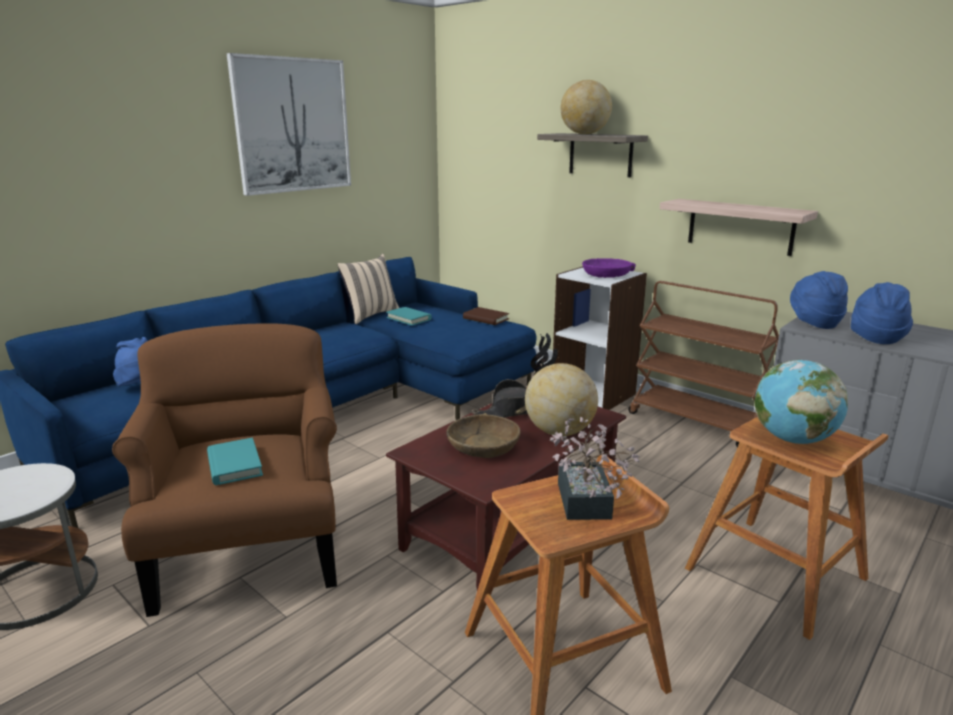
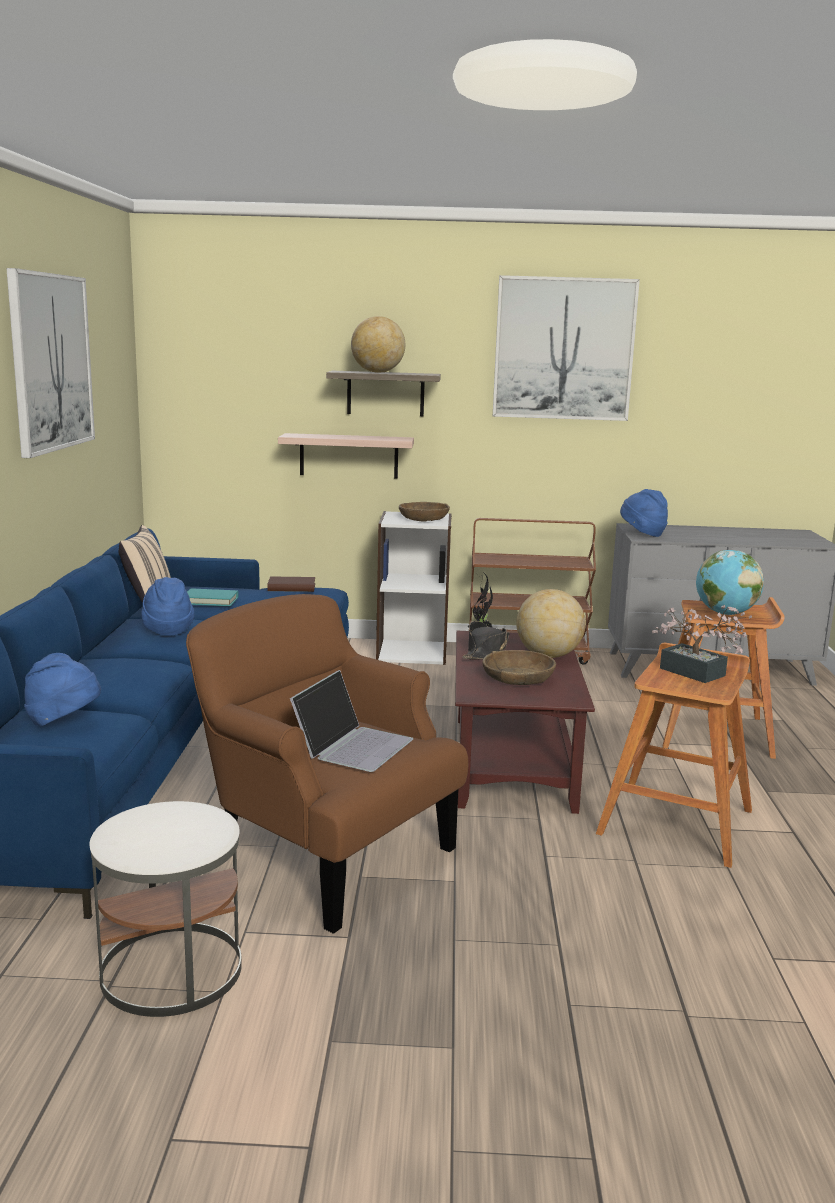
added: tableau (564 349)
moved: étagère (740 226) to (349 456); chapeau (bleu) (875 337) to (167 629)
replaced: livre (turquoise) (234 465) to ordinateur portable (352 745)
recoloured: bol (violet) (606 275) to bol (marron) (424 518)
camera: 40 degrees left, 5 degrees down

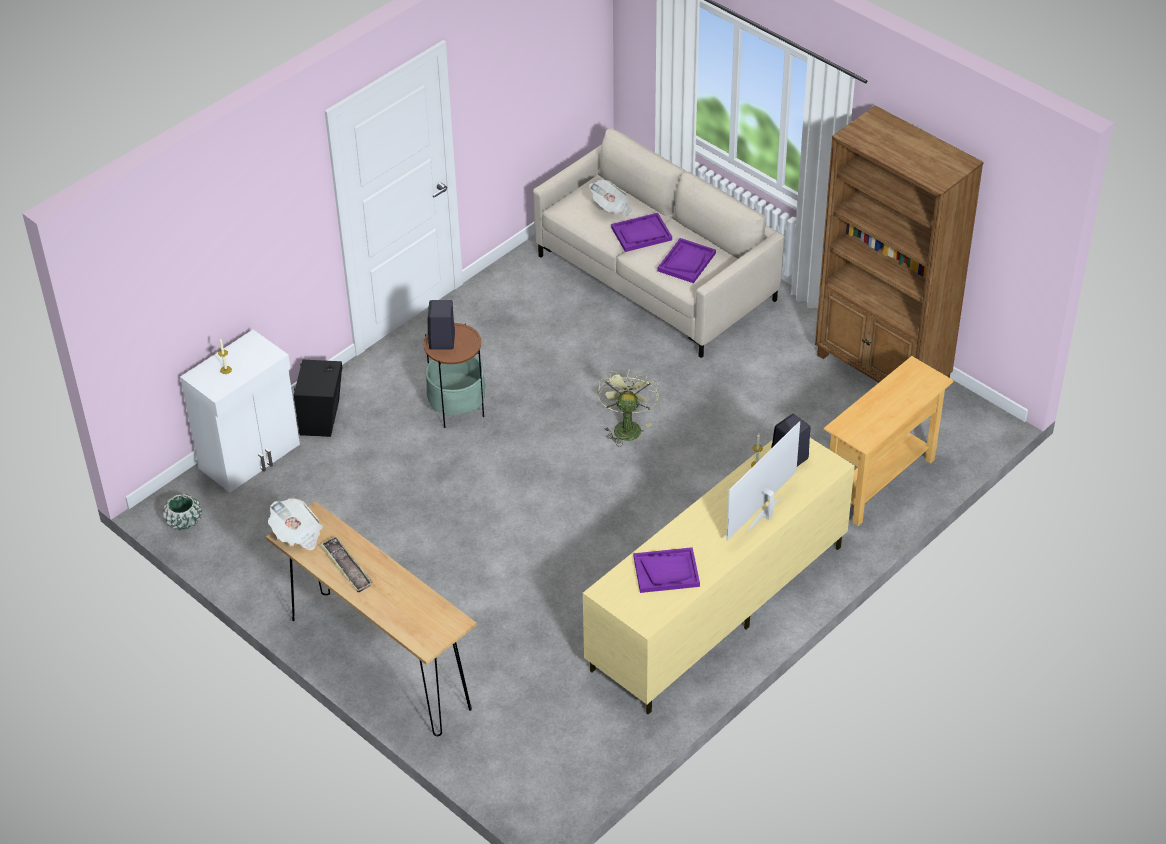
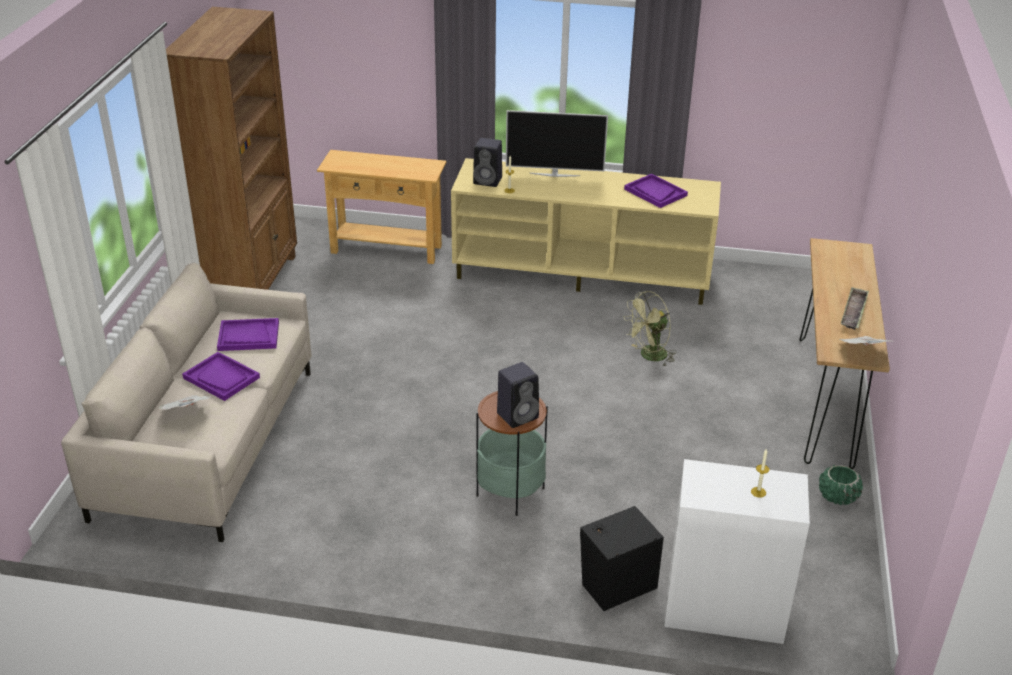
moved: cache-pot (vert) (183 521) to (838 496); ventilateur (vert) (626 426) to (649 356)
camera: 125 degrees left, 10 degrees down

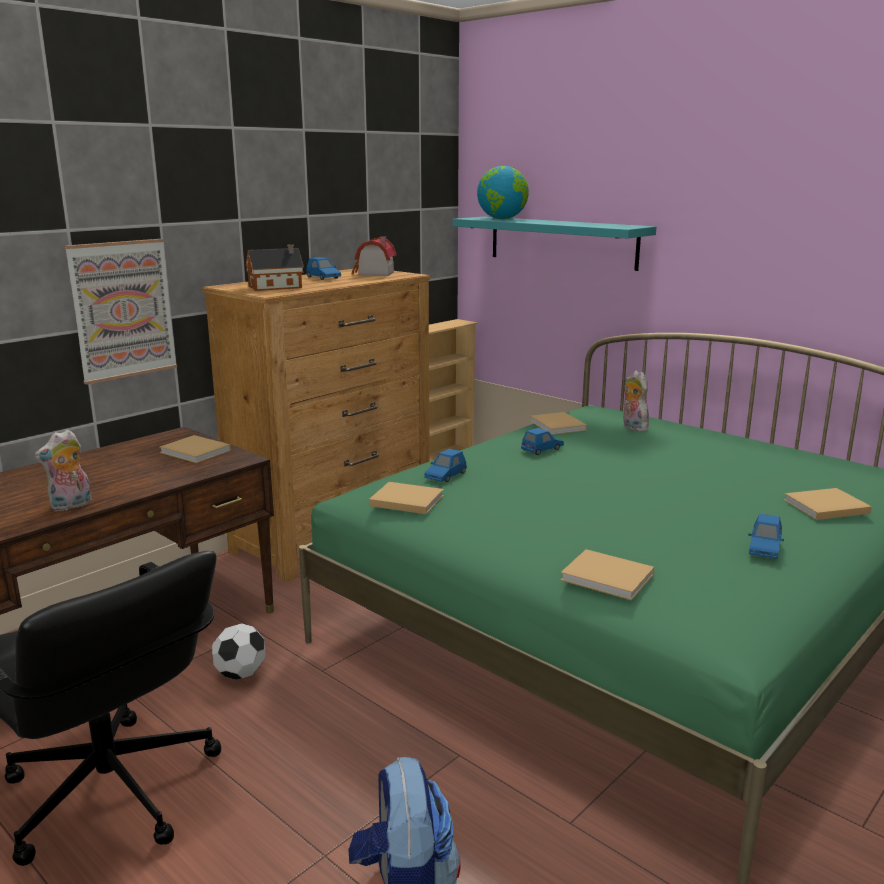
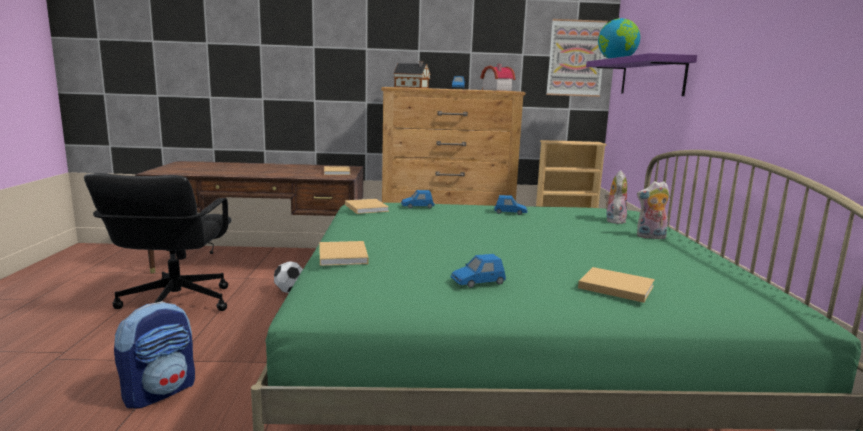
removed: livre (beige) (558 426)
moved: peluche (71 506) to (650 237); tableau (123 309) to (576 58)
recoloured: étagère (turquoise) (562 242) to étagère (violet) (651 77)
camera: 45 degrees right, 5 degrees down

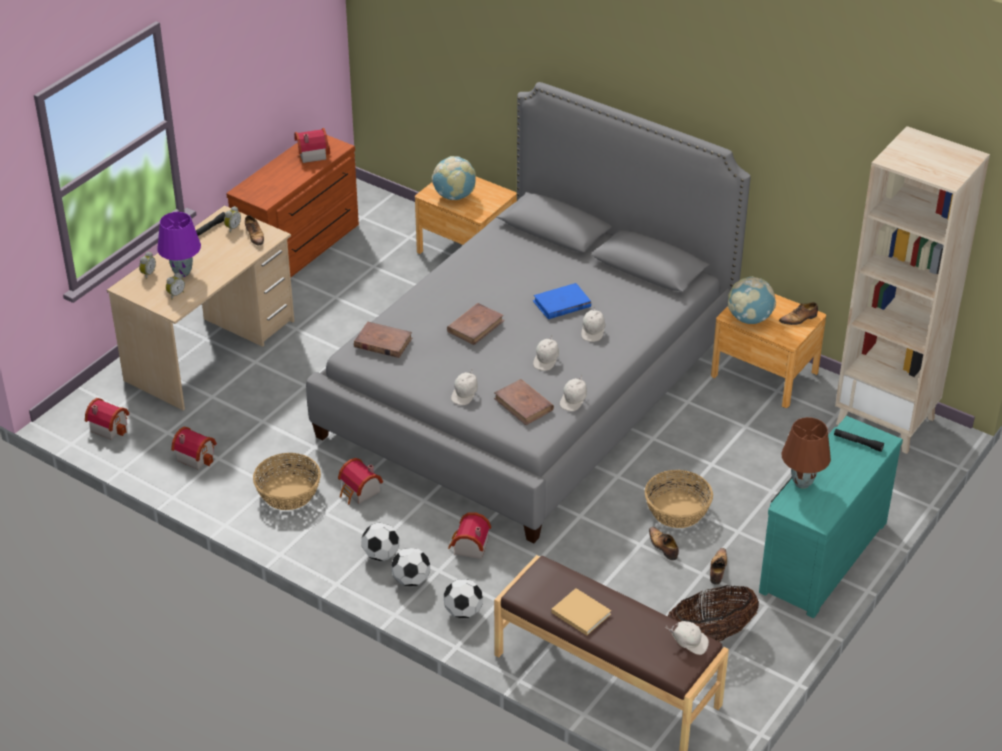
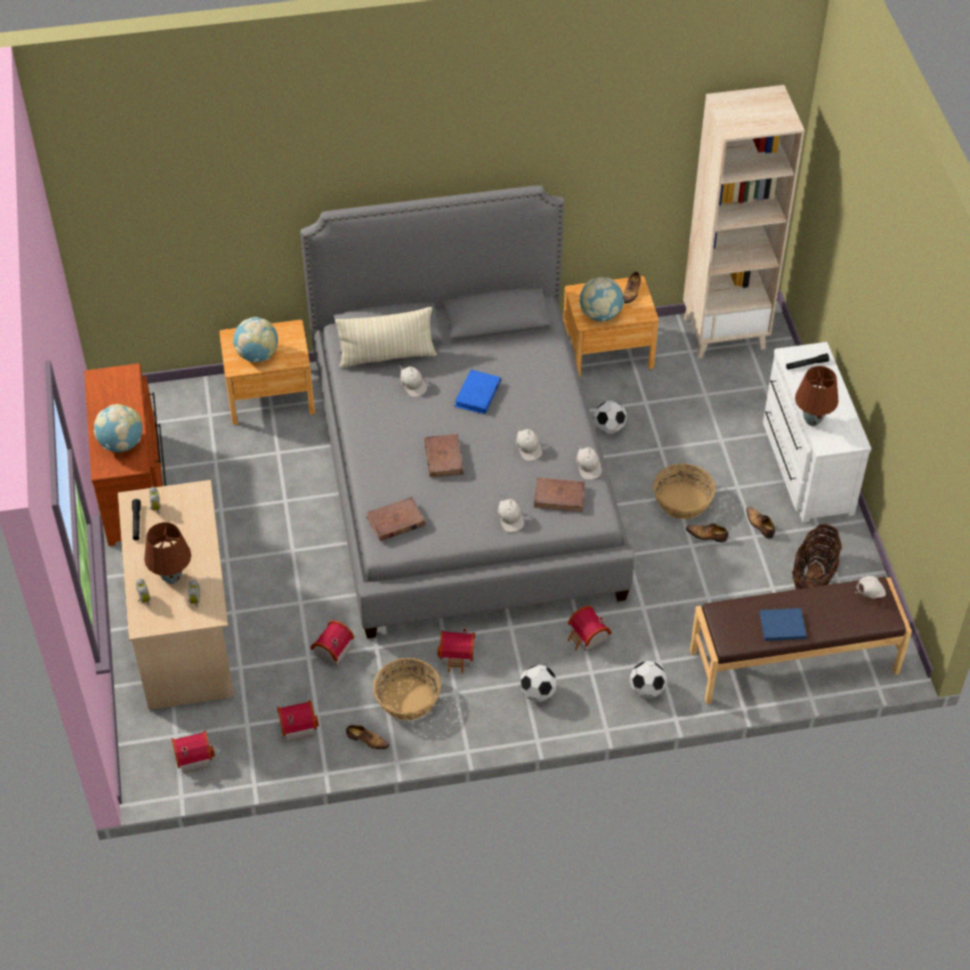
added: globe (121 444); coussin (beige) (387 356)
moved: chaussure (255 236) to (367 740); maison miniature (311 154) to (330 651); ballon de foot (411 580) to (609 428); casquette (blanc) (593 332) to (412 386)
recoloured: lampe de table (violet) (182 273) to lampe de table (marron) (172 578); livre (beige) (579 612) to livre (bleu) (781 626); commode (turquoise) (819 555) to commode (blanc) (804 465)
camera: 45 degrees left, 10 degrees up

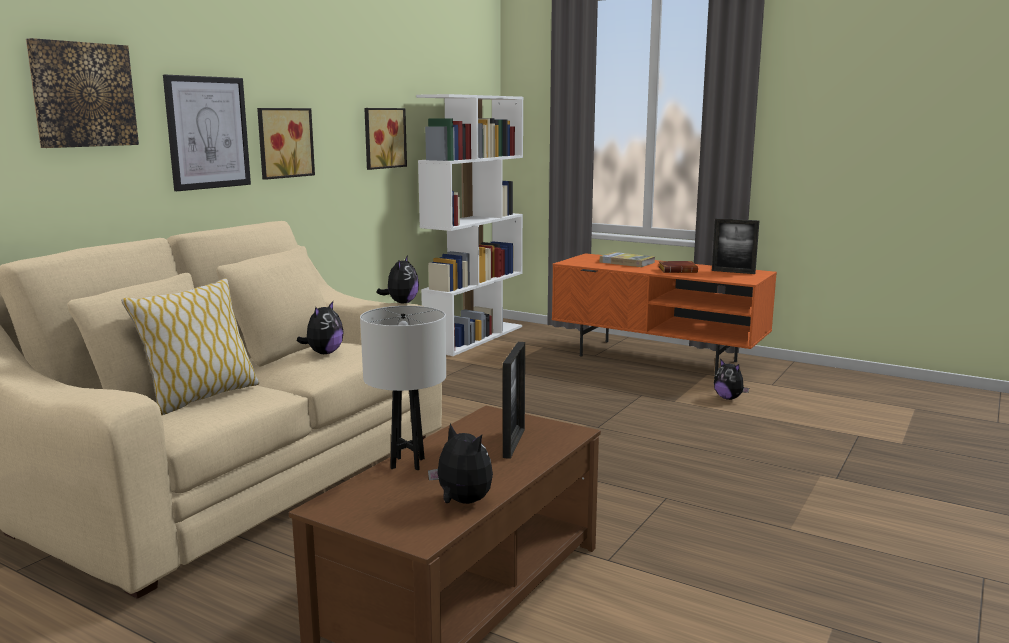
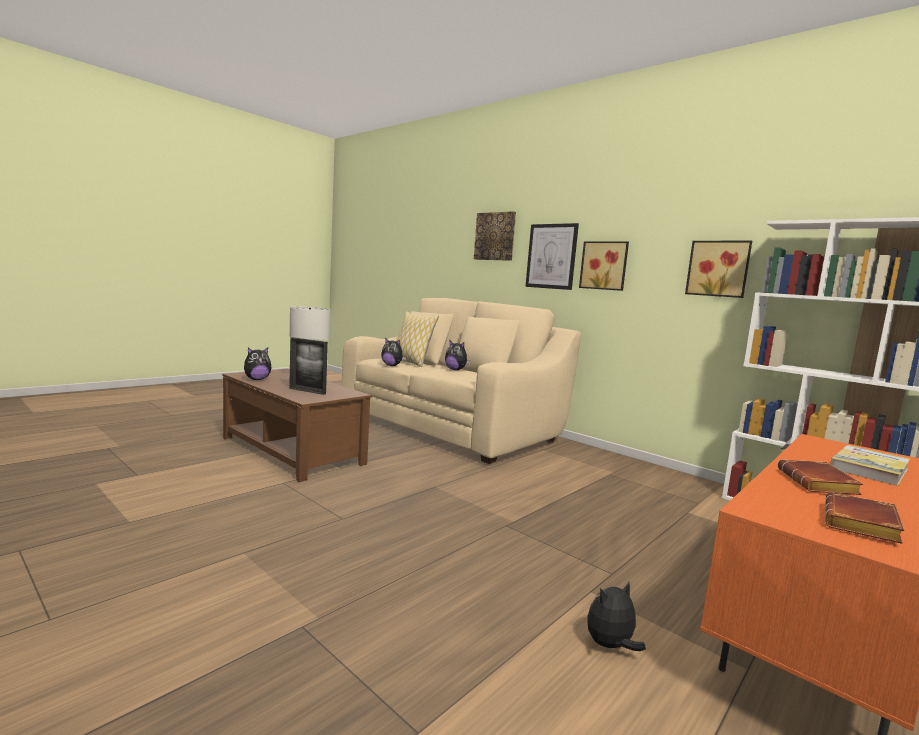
moved: peluche (401 303) to (392 366)
replaced: cadre photo (733 272) to livre (marron) (863 526)
camera: 100 degrees right, 5 degrees down

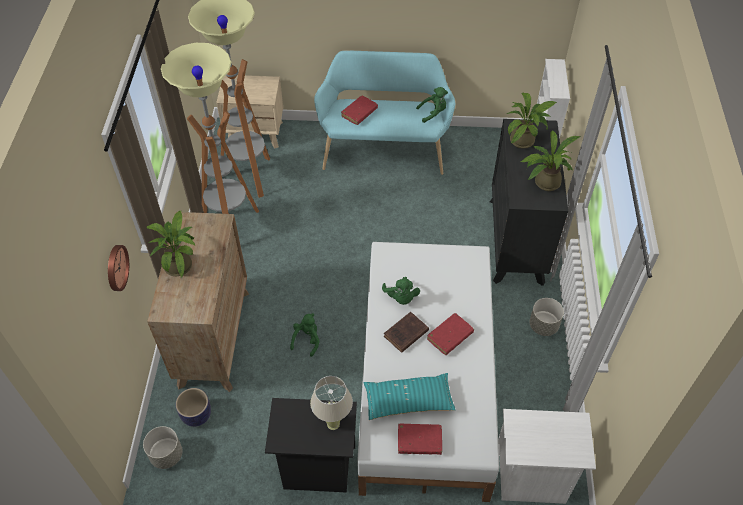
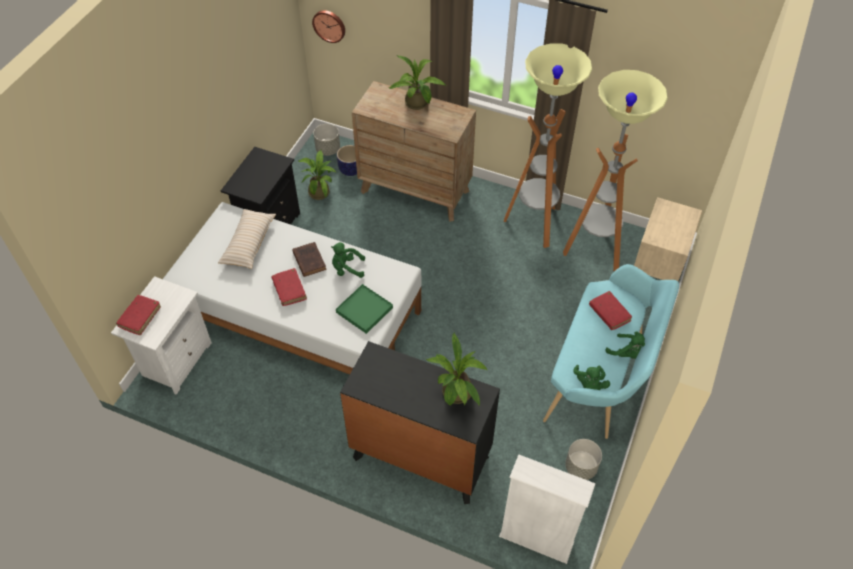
removed: lampe de table (beige) (333 424)
added: plateau (vert) (364 310)
moved: horloge murale (115 267) to (329 25); peluche (vert) (307 340) to (627 353); livre (rouge) (419 441) to (140 317); plante en pot (543 182) to (320 191); cache-pot (gris) (543 326) to (580 467)
recoloured: coussin (turquoise) (408 400) to coussin (beige) (249 243)
camera: 110 degrees right, 0 degrees up

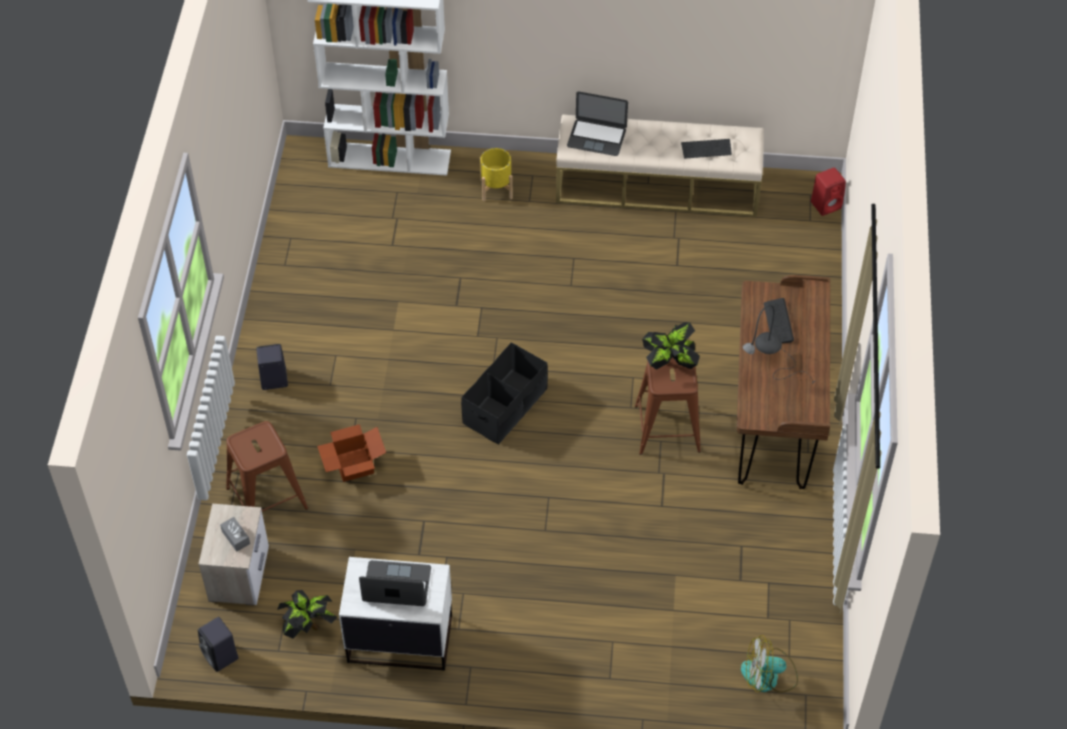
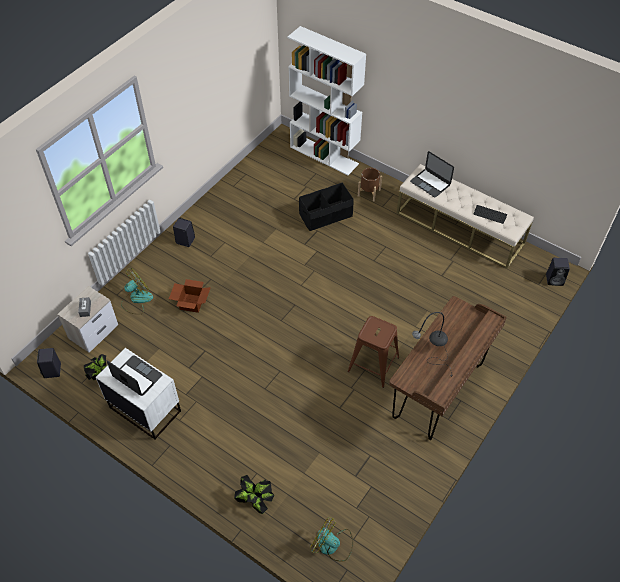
removed: clavier (778 322)
moved: boîte de rangement (noir) (505 406) to (326 215); plante en pot (670 364) to (255 501)
replaced: tabouret (marron) (267 498) to ventilateur (136 300)
recoloured: cache-pot (jaune) (496 189) to cache-pot (marron) (369 193); enceinte (rouge) (827 204) to enceinte (noir) (555 279)
camera: 30 degrees right, 0 degrees up

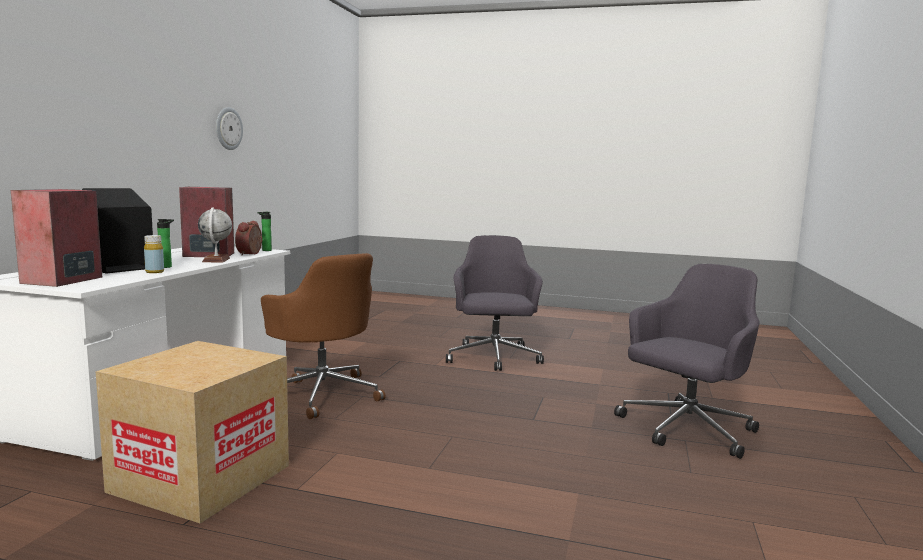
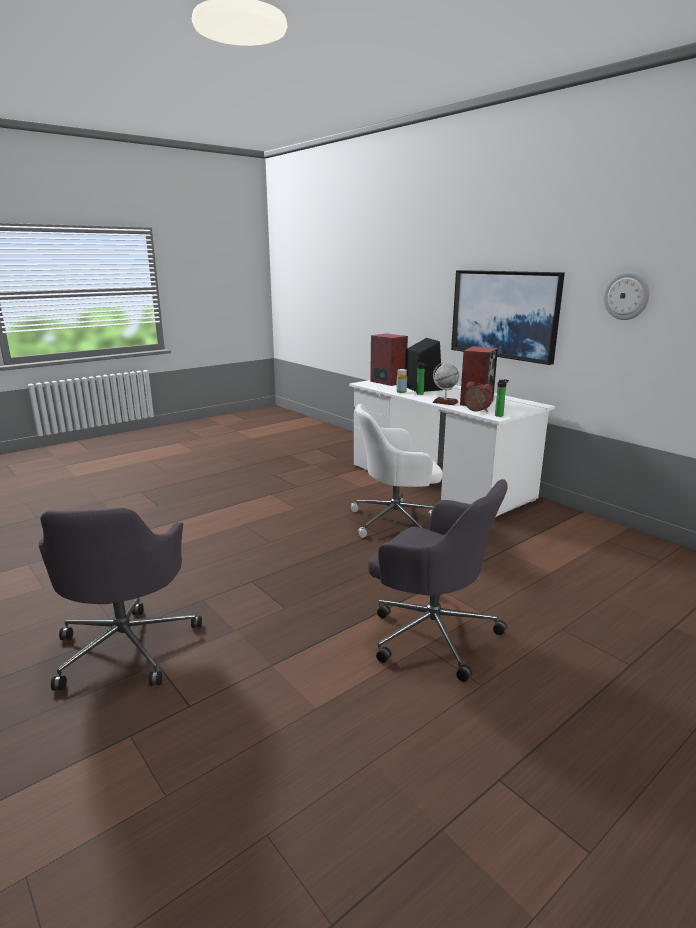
removed: carton (201 478)
added: tableau (504 314)
recoloured: chaise de bureau (marron) (322 394) to chaise de bureau (blanc) (396 521)
camera: 125 degrees right, 10 degrees up

